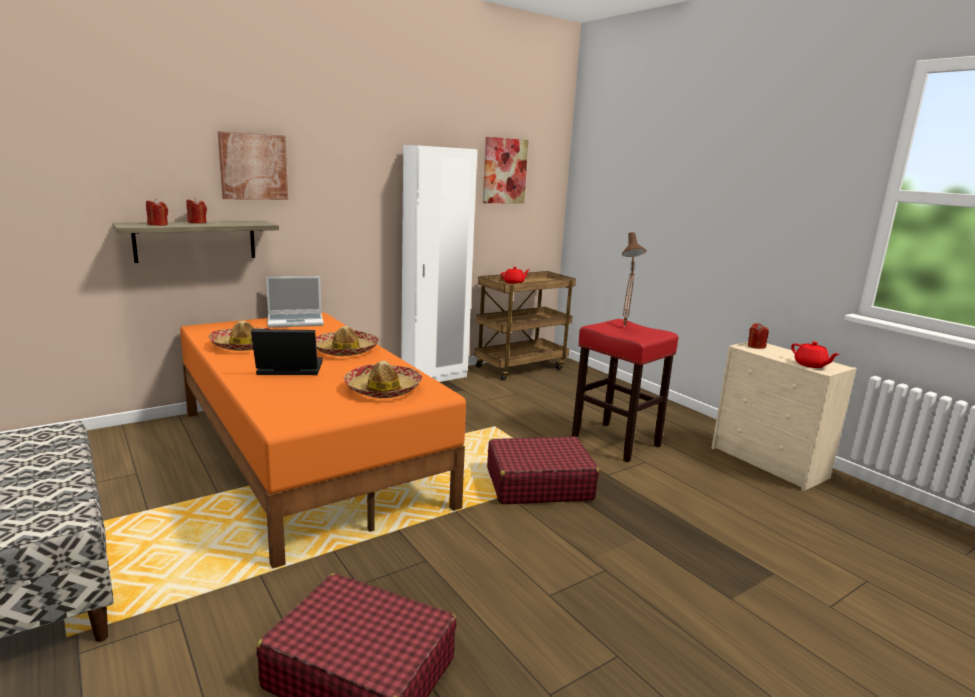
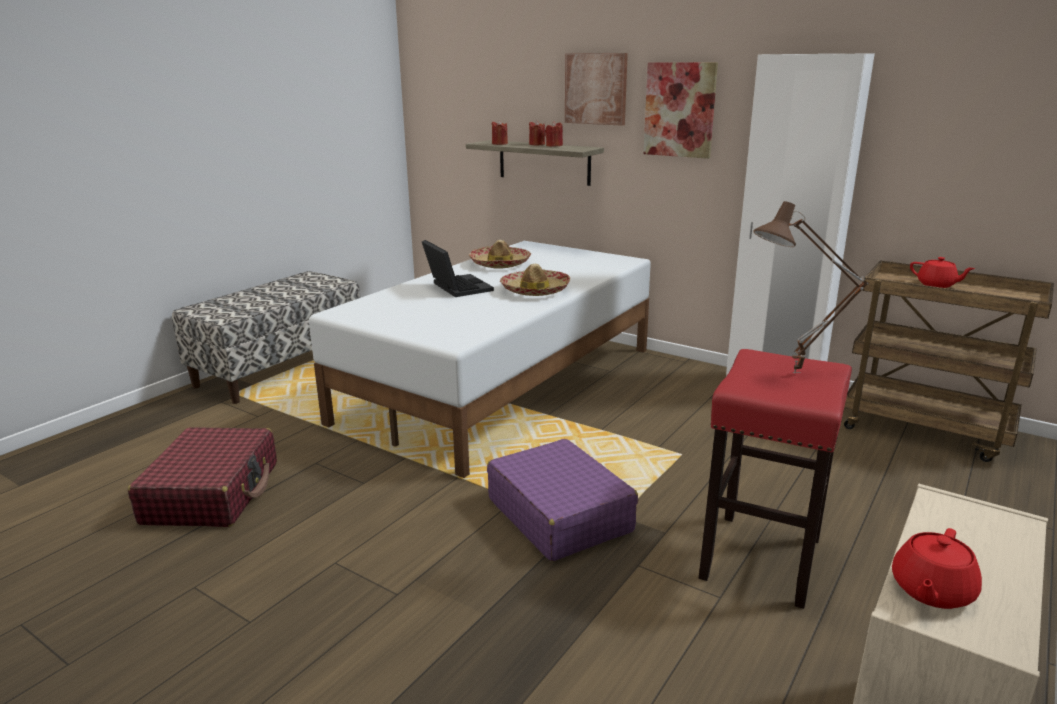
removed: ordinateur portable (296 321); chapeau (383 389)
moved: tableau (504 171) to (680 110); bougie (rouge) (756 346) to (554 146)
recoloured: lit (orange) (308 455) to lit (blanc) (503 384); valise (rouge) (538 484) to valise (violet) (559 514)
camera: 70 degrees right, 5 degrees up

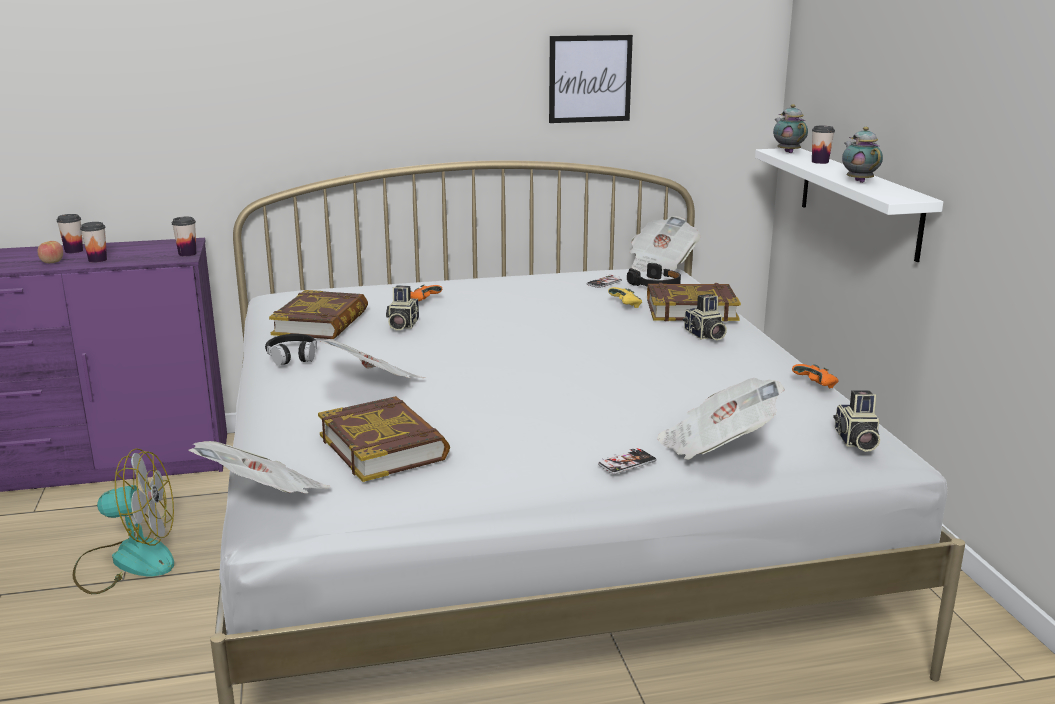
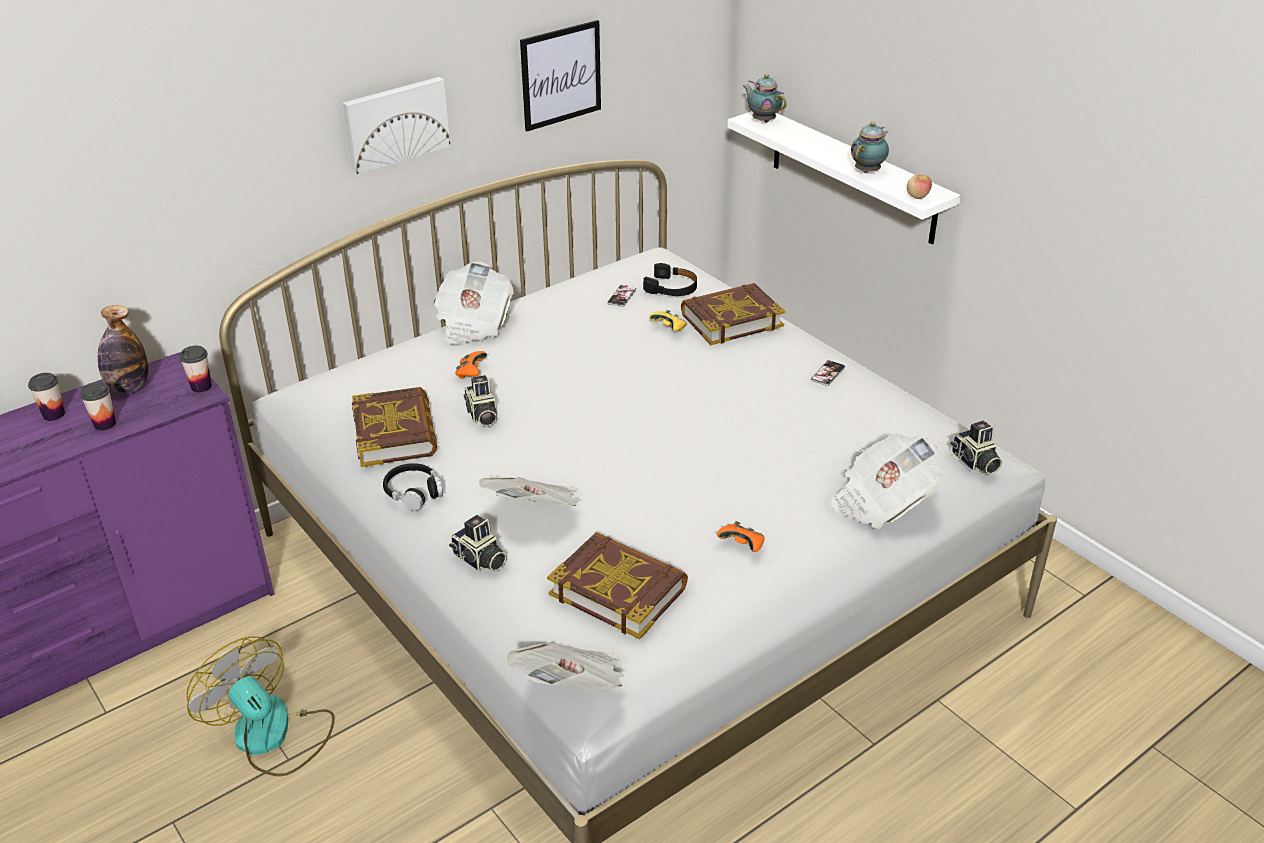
removed: tasse (820 162)
added: bouteille (129 387); tableau (395 123)
moved: pomme (52 262) to (917 196); téléphone (627 463) to (827 373); journal (660 264) to (473 323); appareil photo (704 335) to (479 560); manette (orange) (816 386) to (742 546)
turned: ventilateur (127 561) = (272 736) 105 degrees counterclockwise; théière (858 181) = (868 171) 75 degrees clockwise
camera: 25 degrees left, 15 degrees up

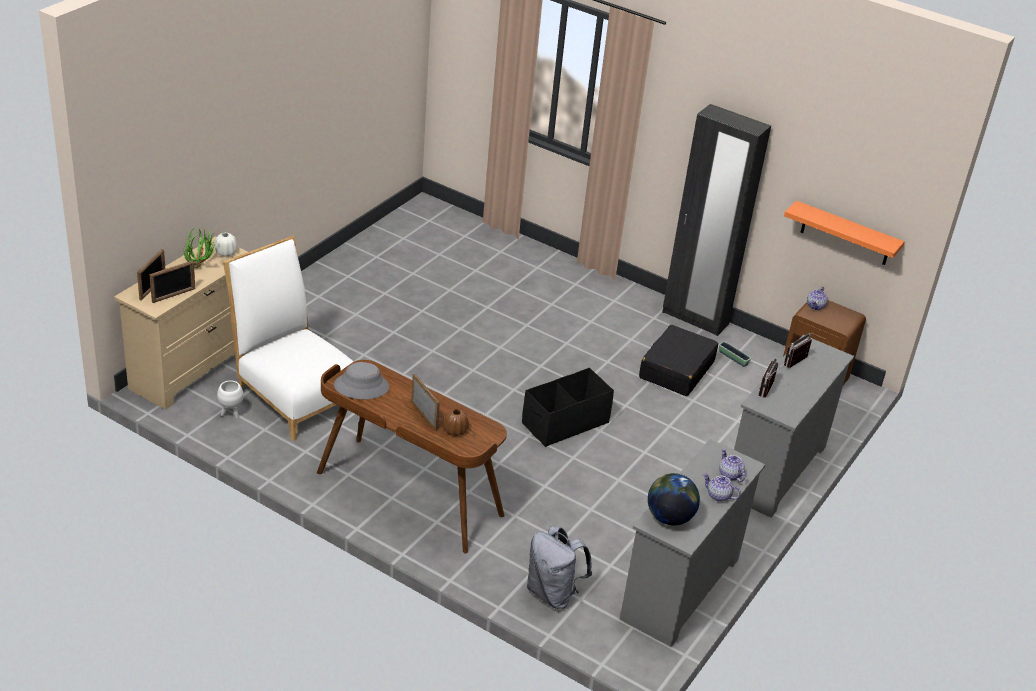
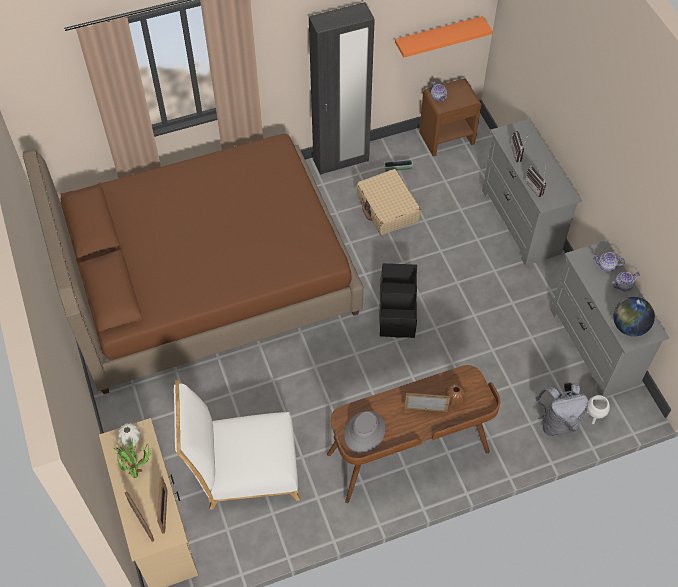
added: lit (marron) (207 279)
moved: cache-pot (blanc) (231 414) to (593 416)
recoloured: valise (noir) (676 370) to valise (beige) (387 208)
camera: 50 degrees left, 20 degrees up

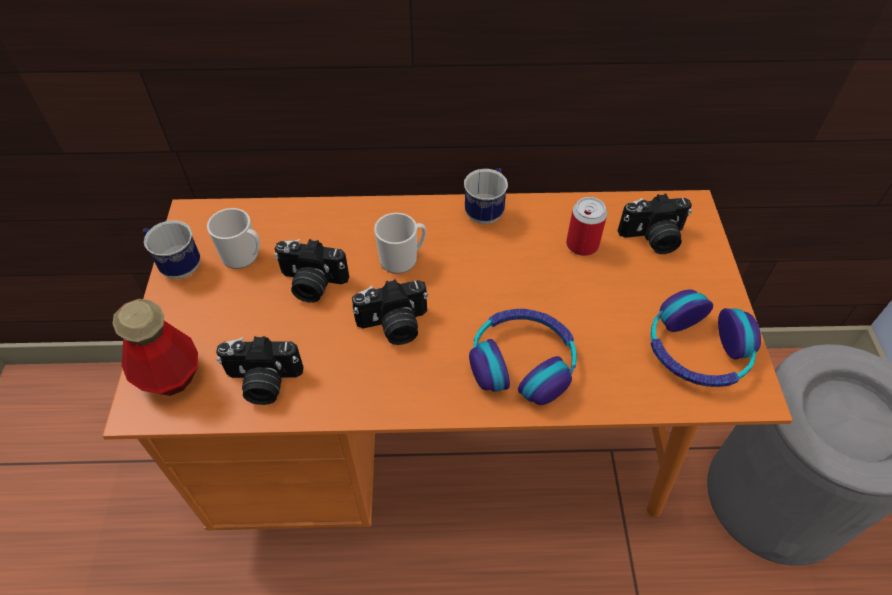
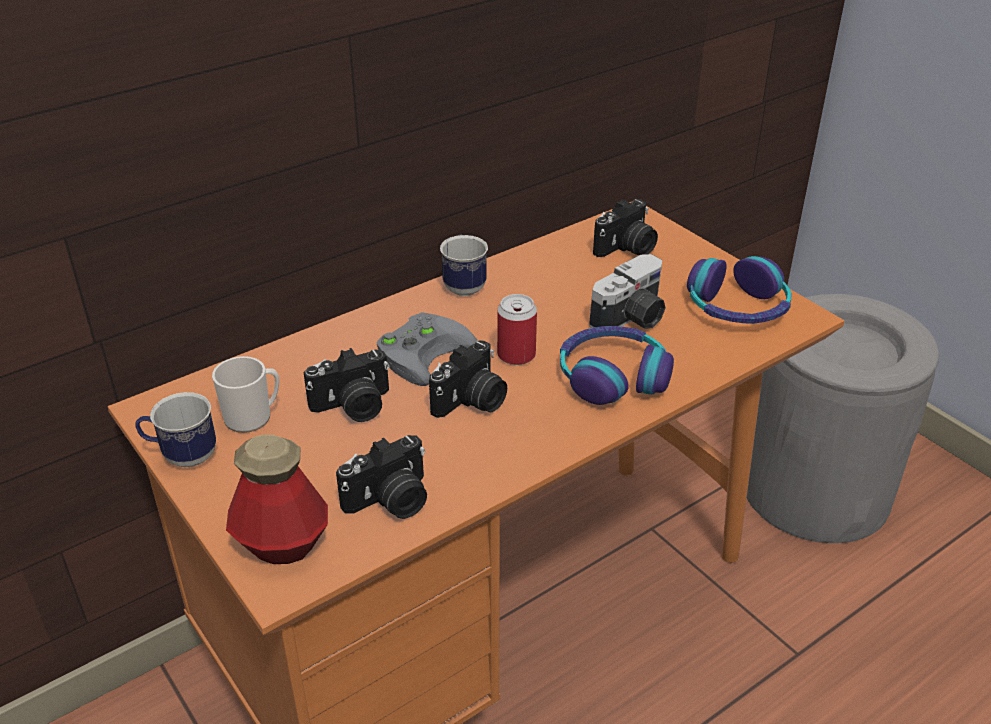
added: appareil photo (632 319)
moved: boîte métallique (582 245) to (516 355)
replaced: mug (402 259) to manette (gris) (424 350)
camera: 35 degrees left, 15 degrees down

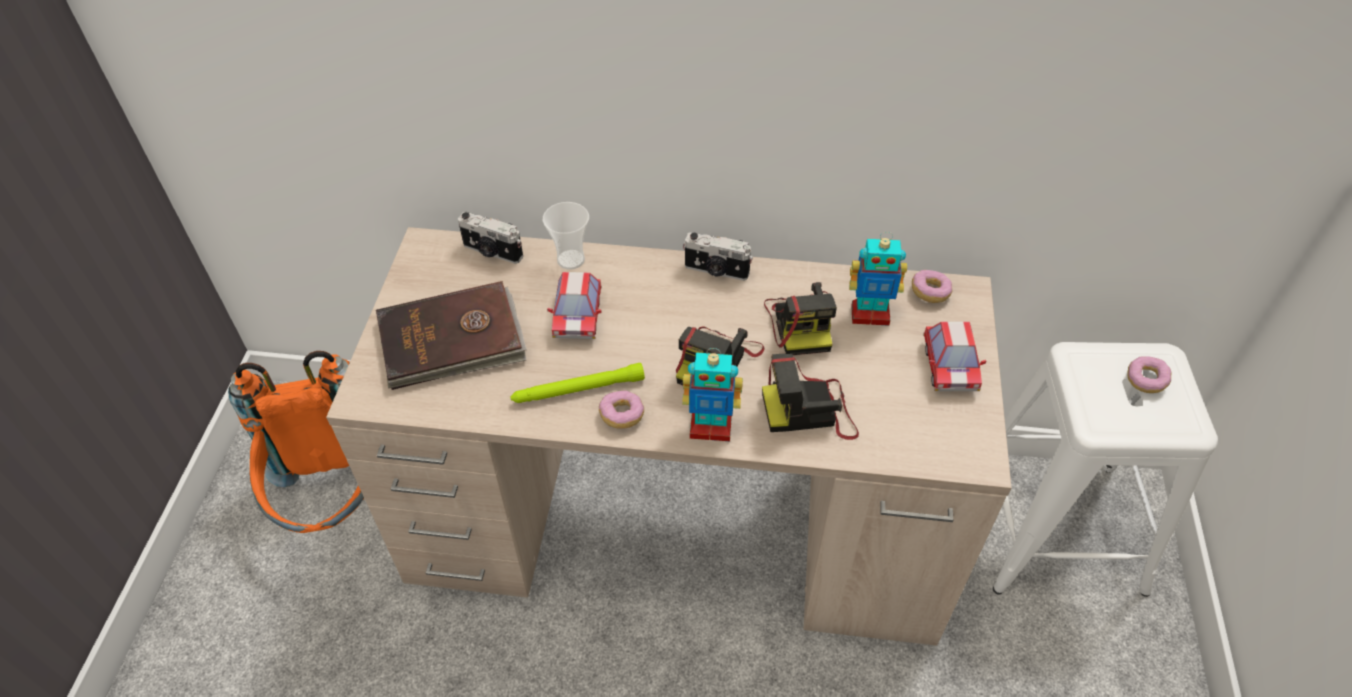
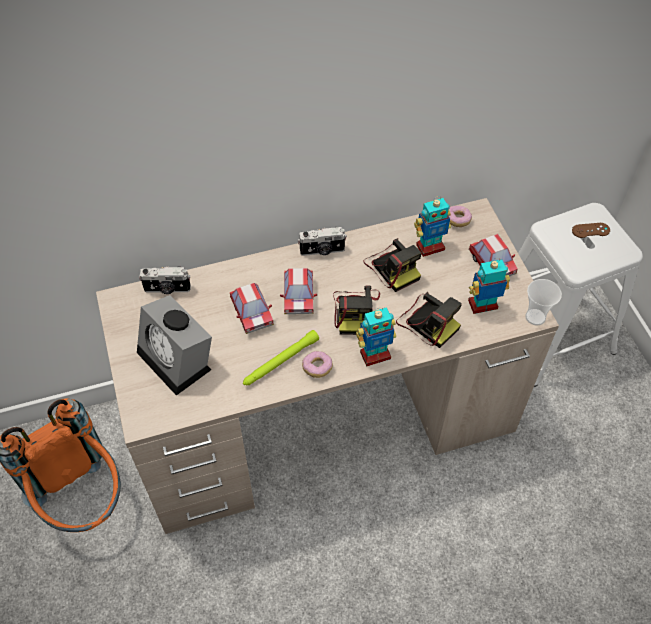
added: petite voiture (299 297); robot jouet (483 305)
moved: tasse (571 260) to (535 317)
replaced: livre (marron) (452 340) to réveil (178 360); beignet (1145 380) to manette (marron) (590 230)
turned: appareil photo (810 411) = (427 322) 105 degrees counterclockwise
camera: 25 degrees left, 5 degrees up

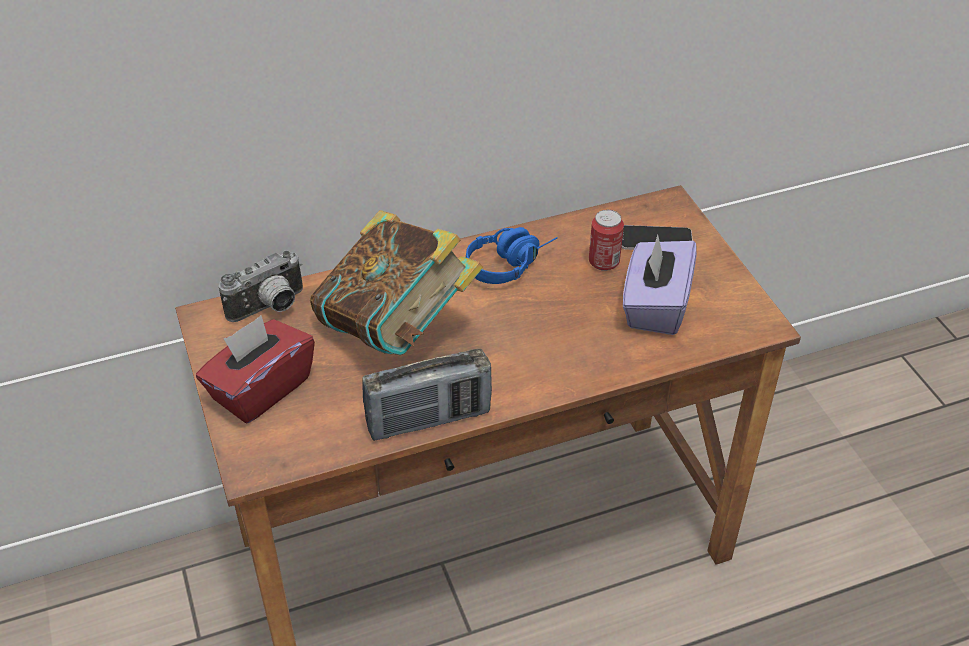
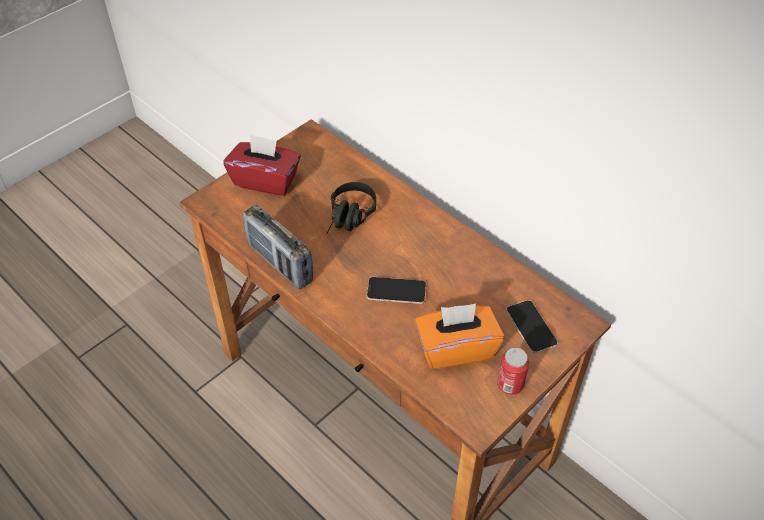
removed: appareil photo (270 308); casque audio (bleu) (510 263)
added: téléphone (396 291)
moved: boîte métallique (604 262) to (510 384)
replaced: livre (397 328) to casque audio (noir) (349 219)
recoloured: boîte à mouchoirs (violet) (655 306) to boîte à mouchoirs (orange) (455 348)
camera: 65 degrees right, 5 degrees up

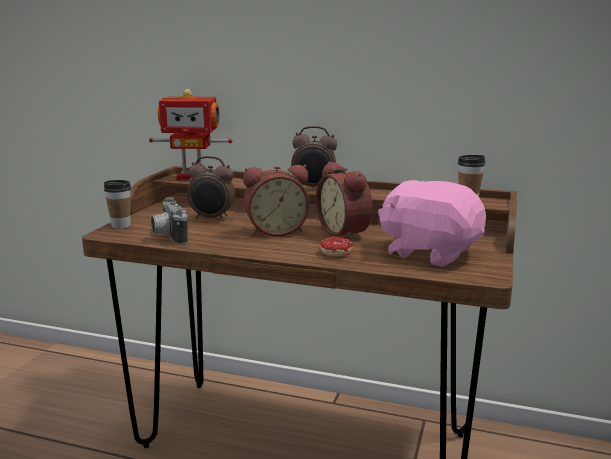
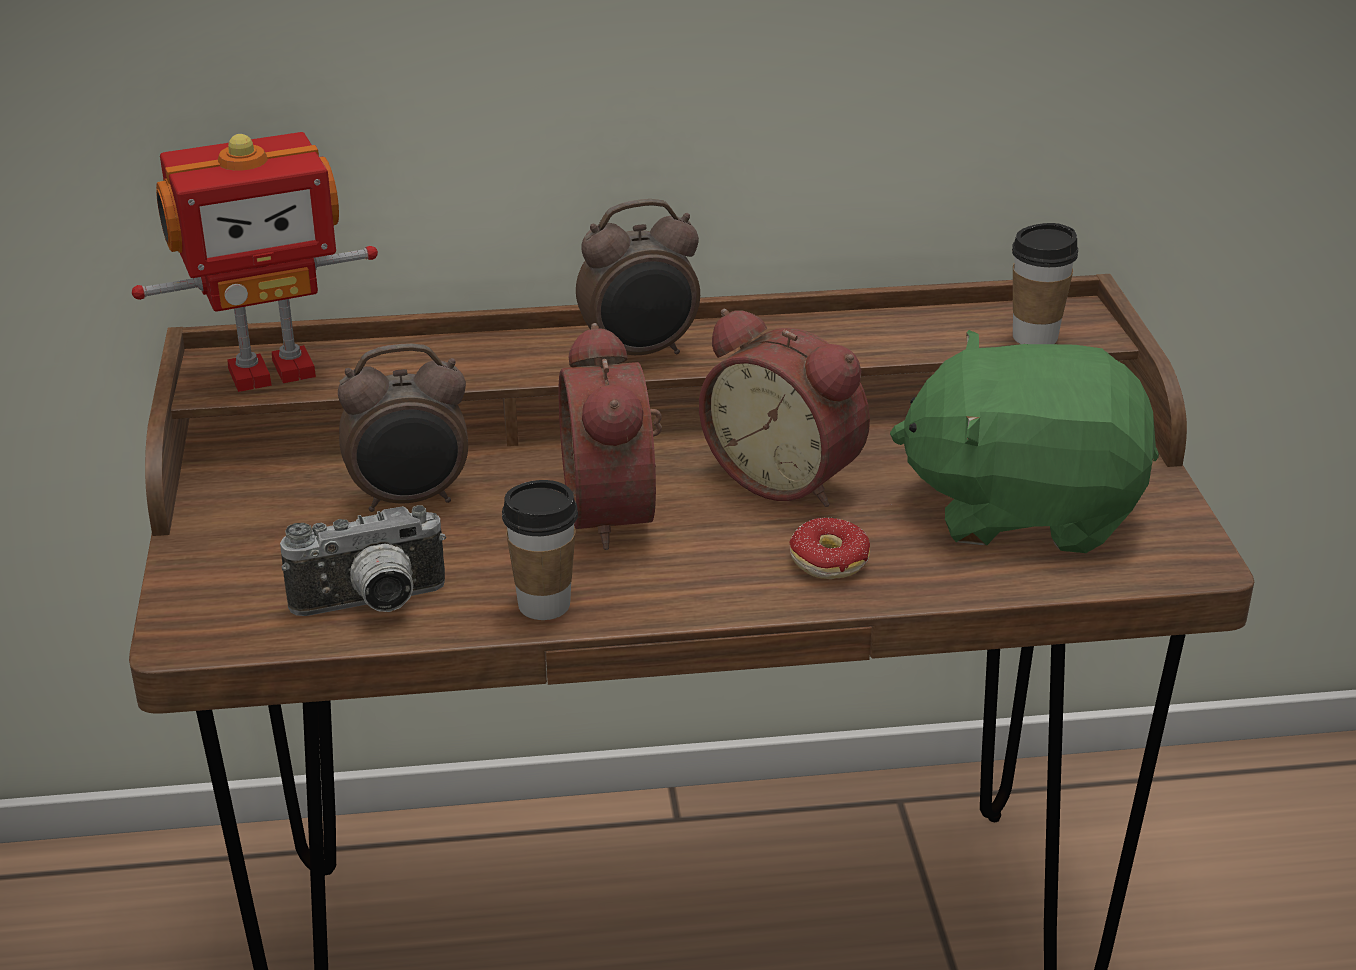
moved: tasse (121 226) to (544 604)
recoloured: peluche (rose) (429 252) to peluche (vert) (1023 507)
turned: appareil photo (168 237) = (372 606) 60 degrees counterclockwise; réveil (275 231) = (618 512) 120 degrees clockwise
camera: 25 degrees left, 15 degrees up

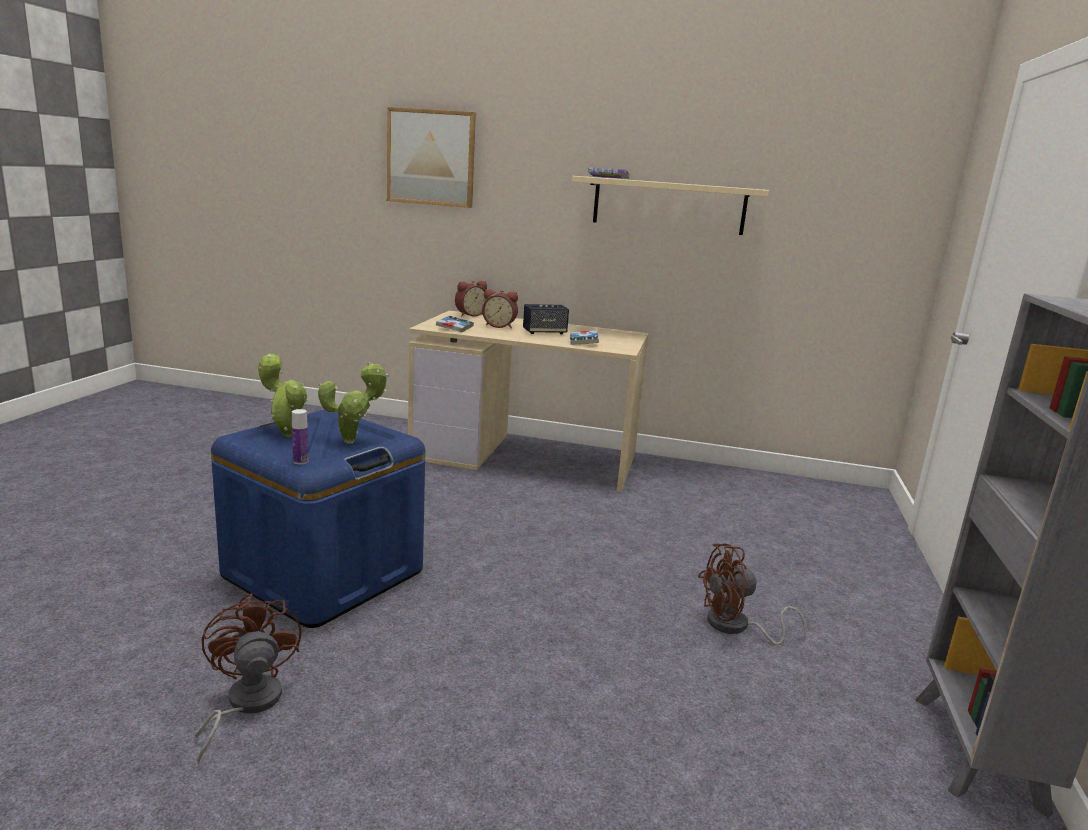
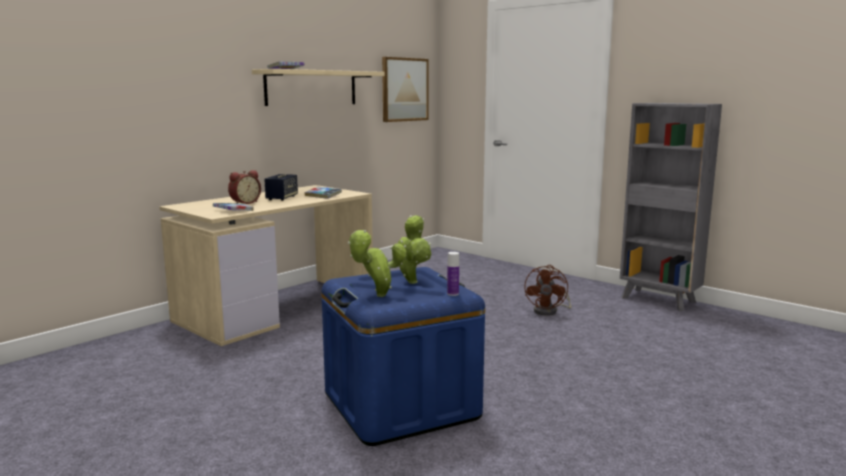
removed: ventilateur (marron) (245 705); réveil (470 315)
moved: tableau (431 158) to (404 89)
camera: 60 degrees left, 5 degrees down

